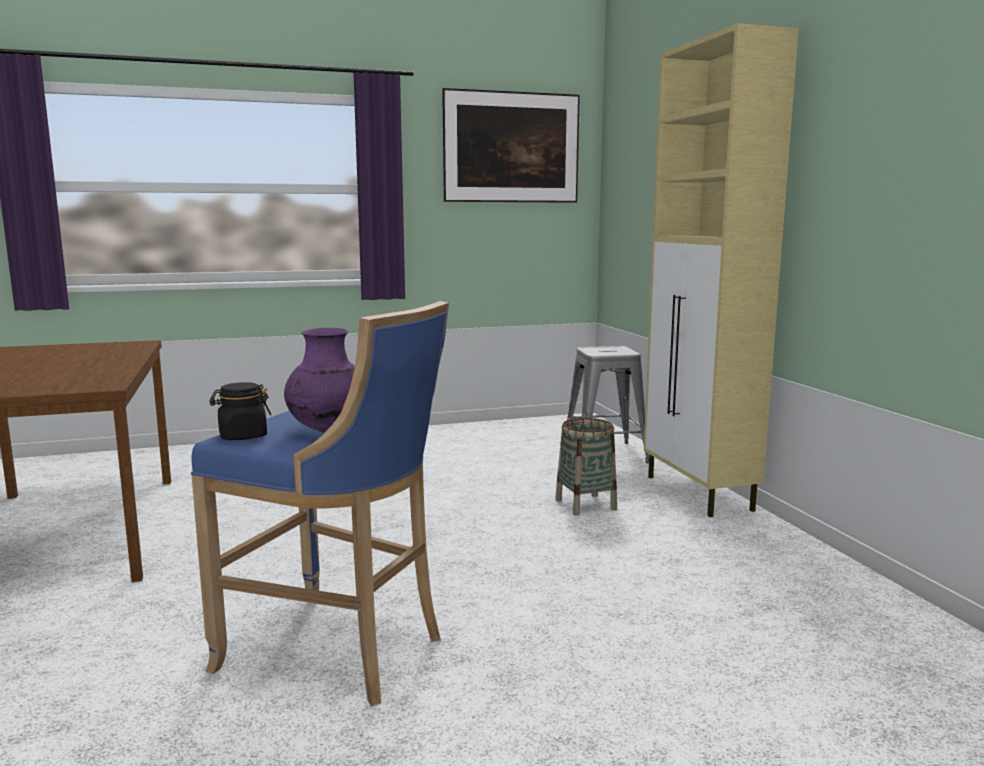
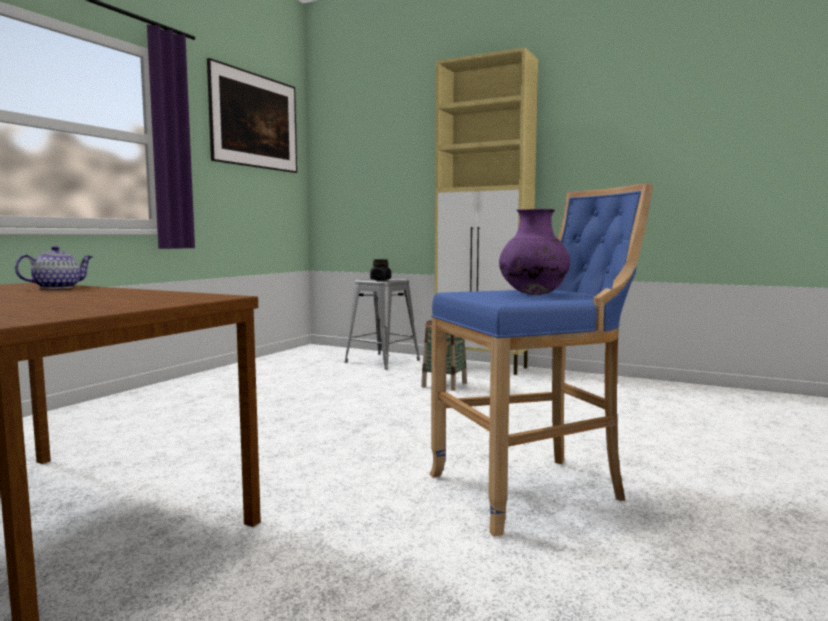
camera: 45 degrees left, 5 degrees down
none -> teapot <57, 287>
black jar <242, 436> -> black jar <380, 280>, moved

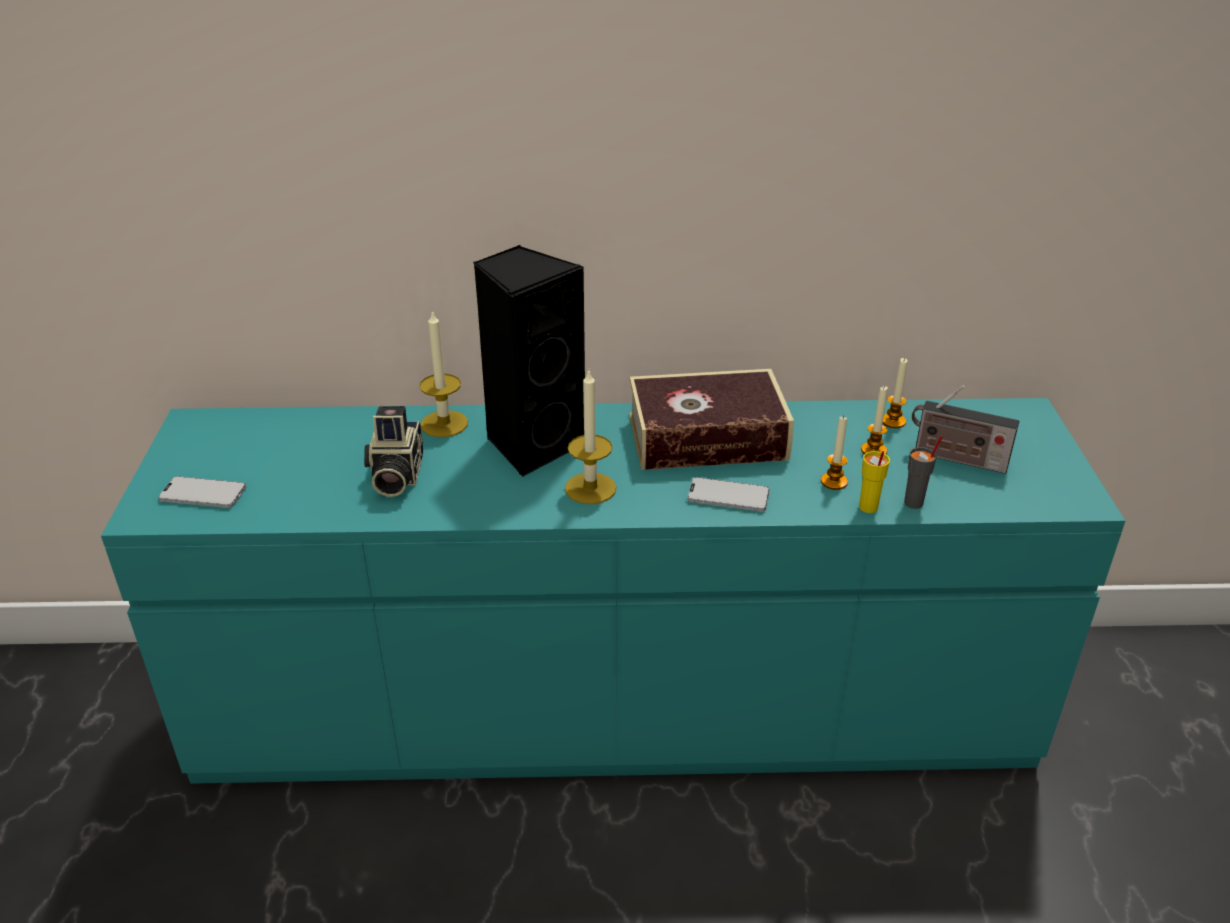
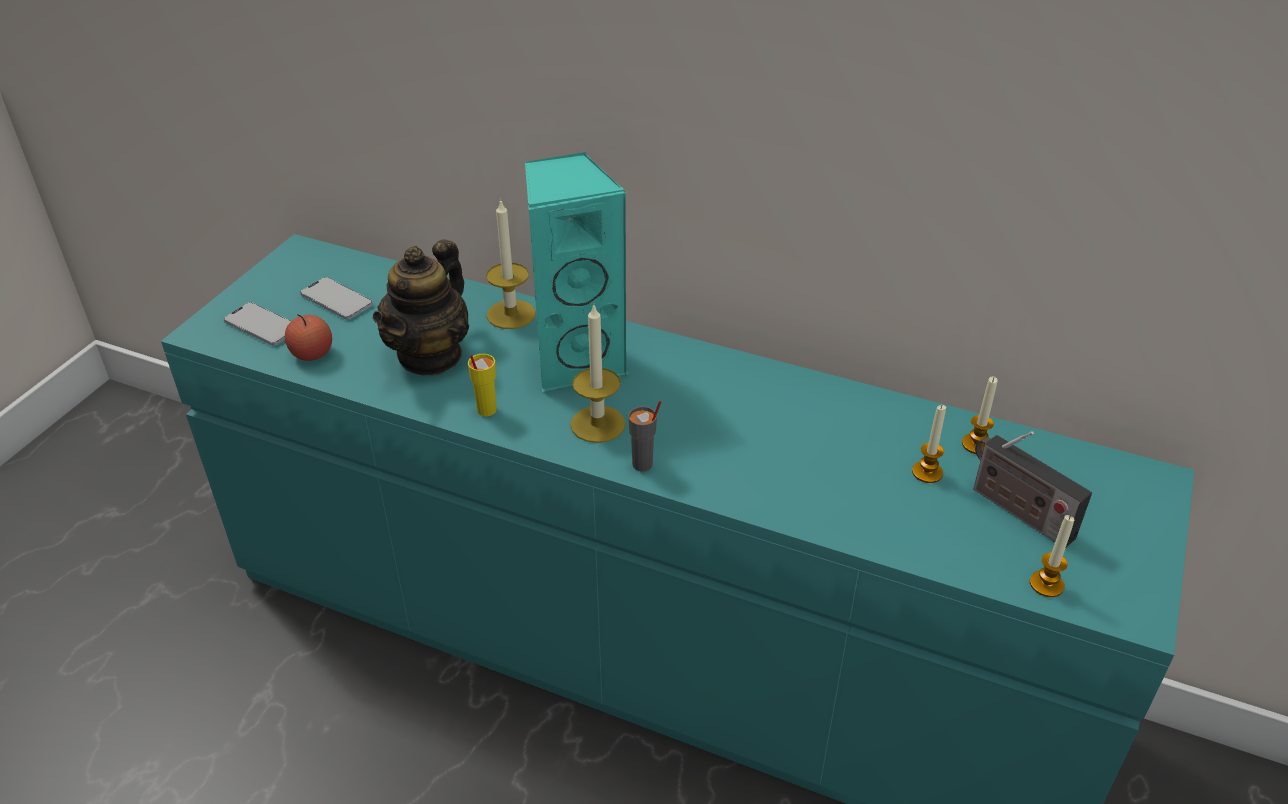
camera: 25 degrees right, 5 degrees up
none -> apple <312, 354>
phone <728, 496> -> phone <336, 300>, moved
photo camera <395, 475> -> teapot <430, 355>
yellow cup <868, 507> -> yellow cup <486, 410>, moved
black speaker <533, 445> -> turquoise speaker <576, 360>
grey cup <914, 503> -> grey cup <643, 465>, moved
candle <834, 482> -> candle <1046, 584>, moved
book <707, 437> -> none

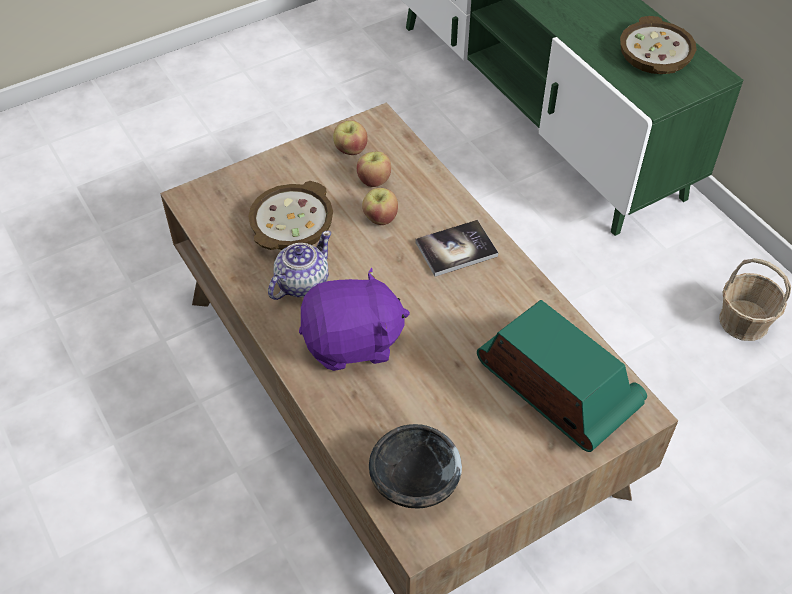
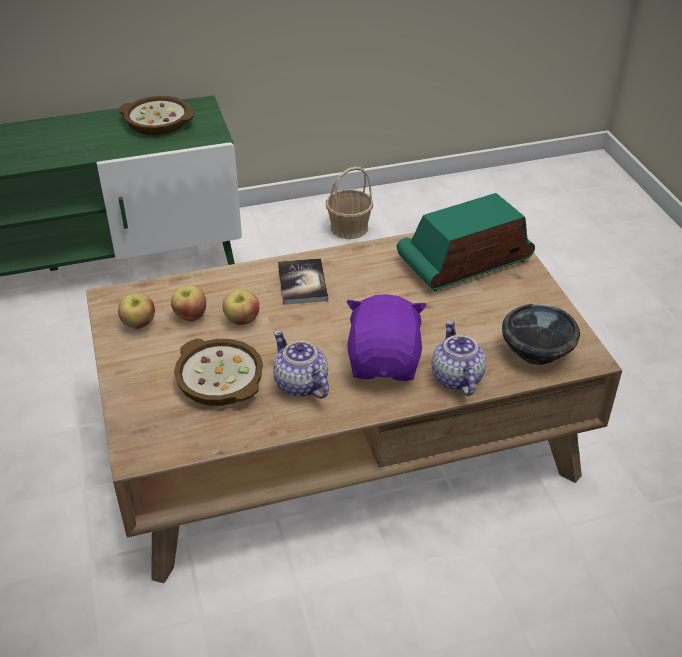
camera: 75 degrees left, 10 degrees down
none -> teapot <456, 377>

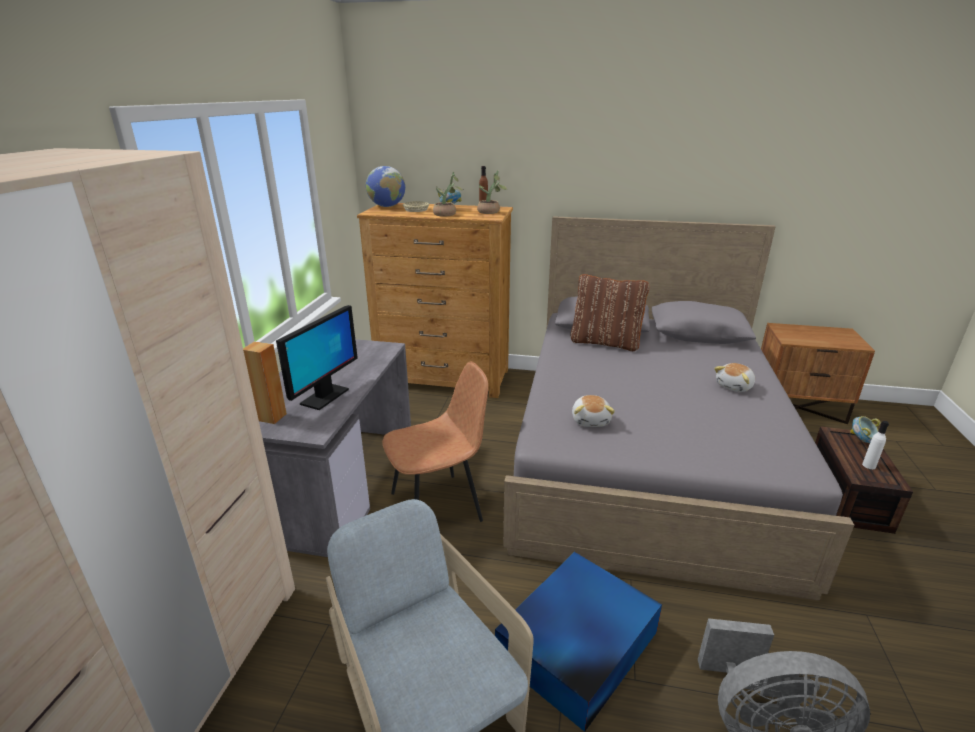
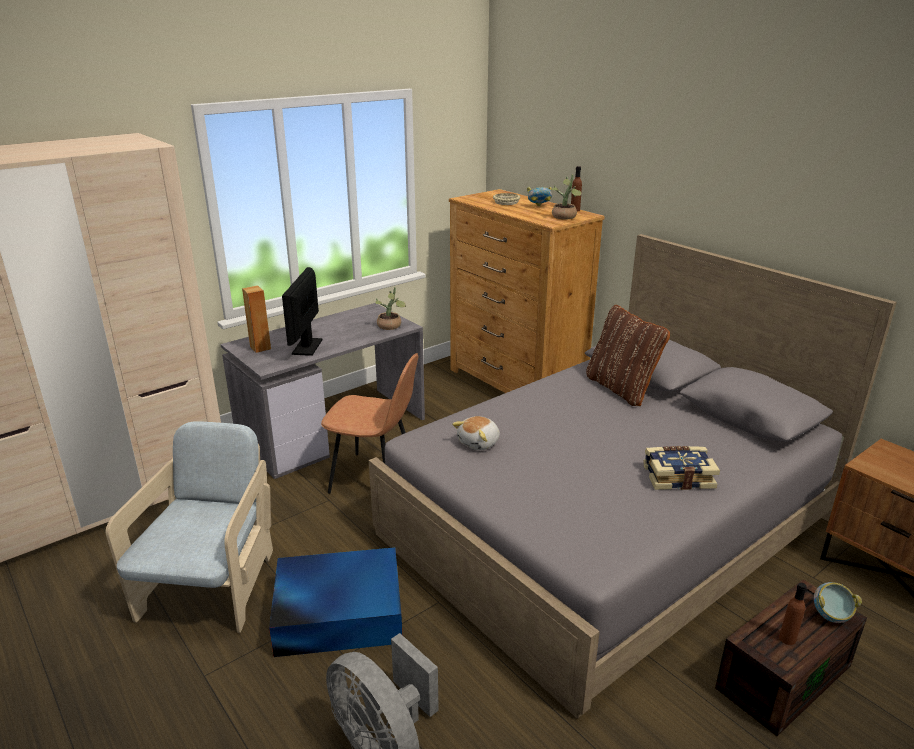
camera: 40 degrees right, 0 degrees up
monitor <324, 397> -> monitor <307, 347>, 120 degrees clockwise
potted plant <447, 214> -> potted plant <391, 327>, moved
plush toy <735, 386> -> book <678, 476>
white bottle <869, 465> -> brown bottle <787, 639>
globe <387, 206> -> none

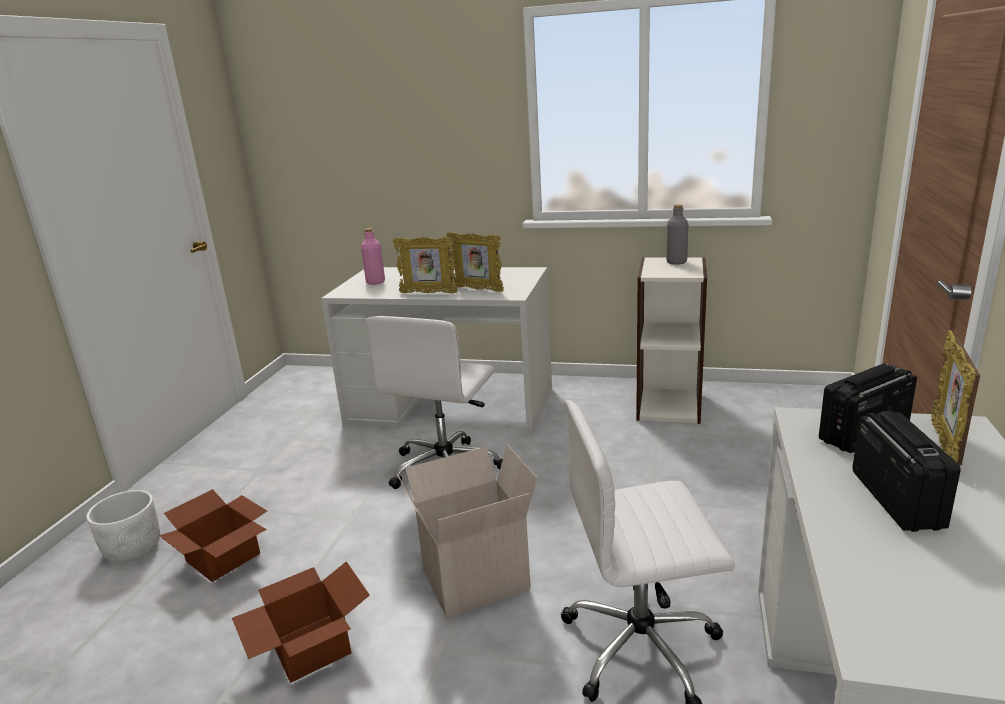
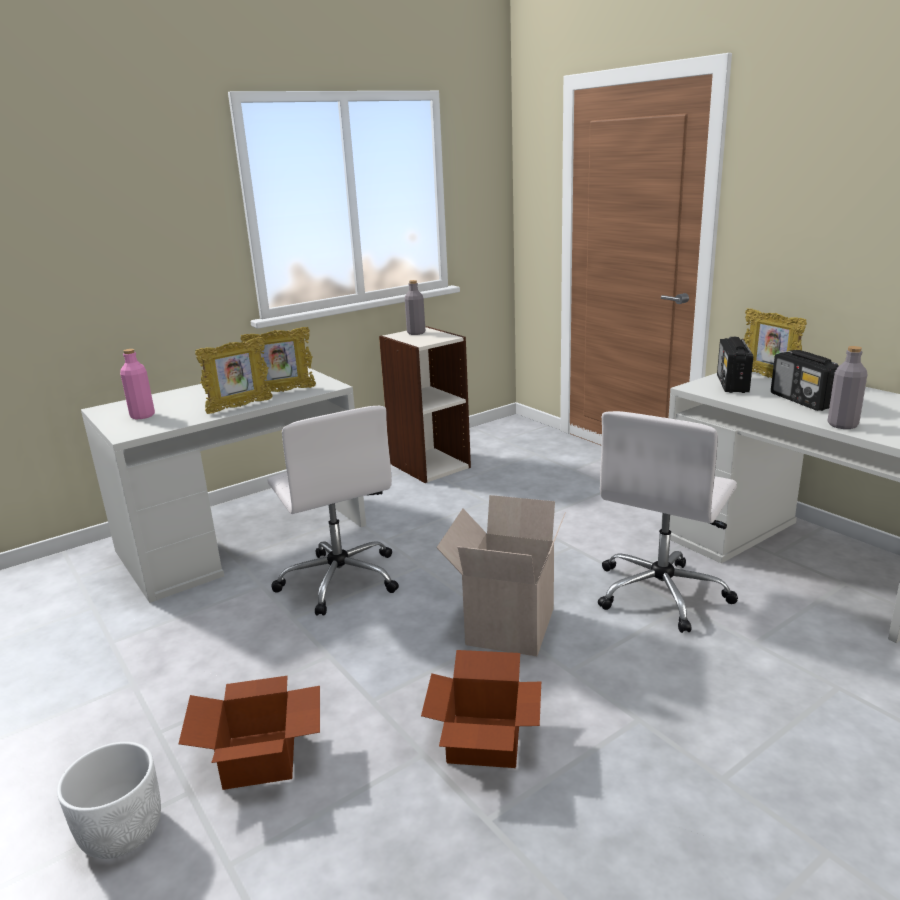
camera: 50 degrees left, 0 degrees up
radio <895, 498> -> radio <803, 401>, 150 degrees counterclockwise
none -> grey bottle <842, 425>

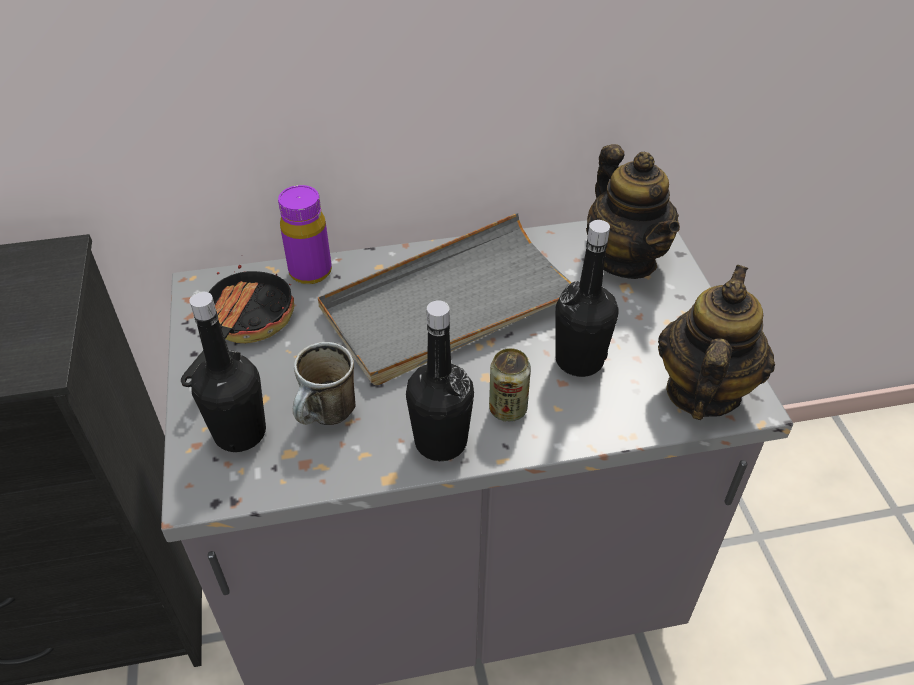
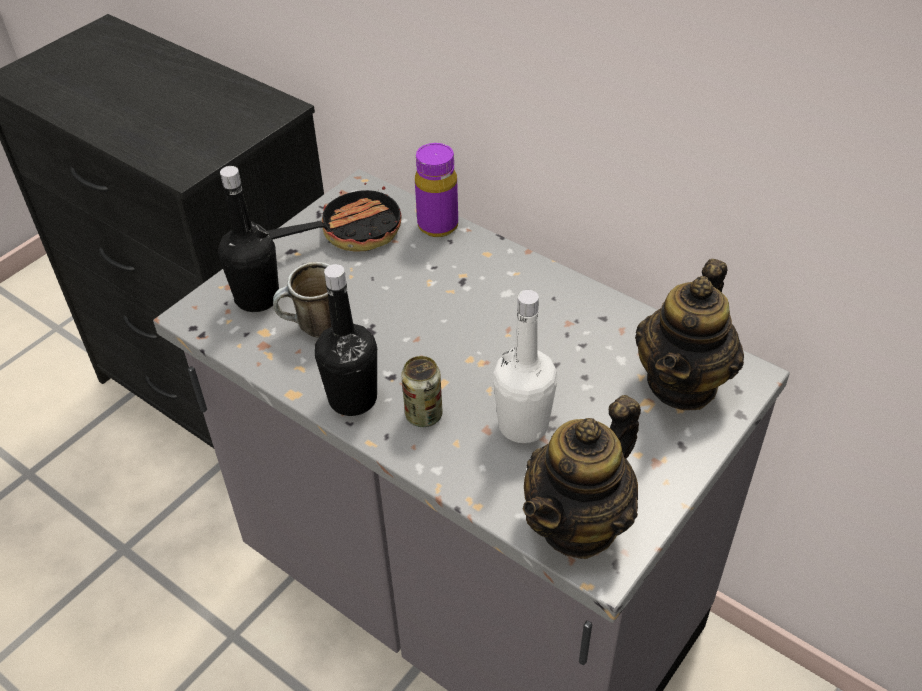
camera: 50 degrees right, 0 degrees up
black bottle <579, 360> -> white bottle <523, 425>
teapot <702, 391> -> teapot <579, 523>, 150 degrees clockwise
grey tray <452, 305> -> none

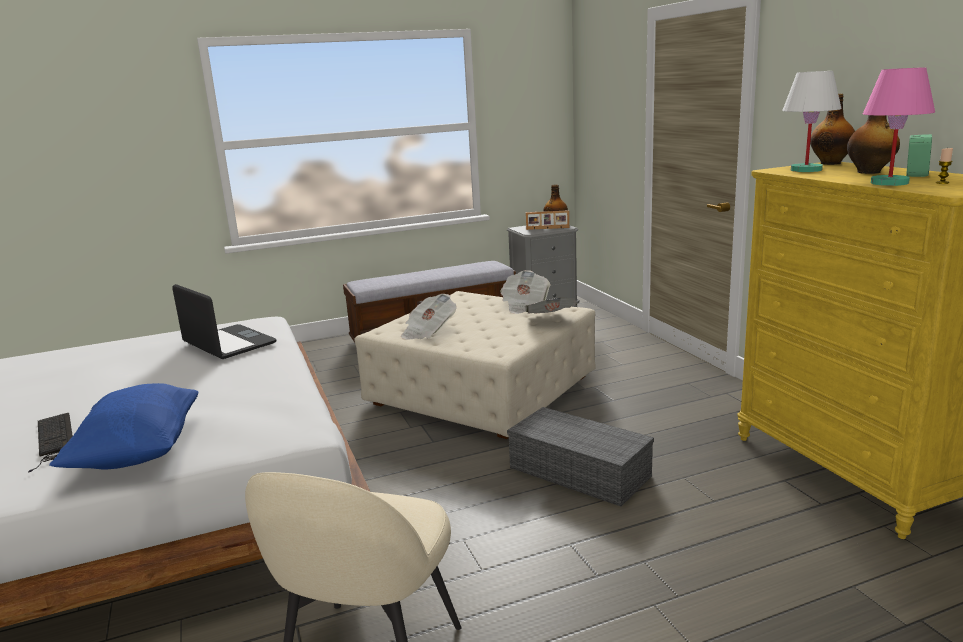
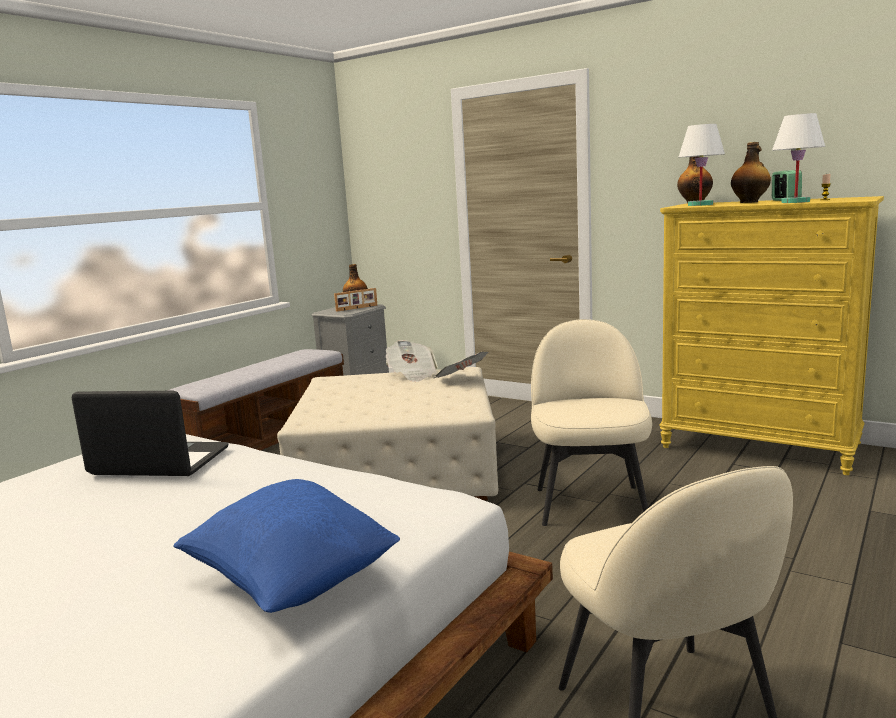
camera: 35 degrees left, 5 degrees down
grey storage box <581, 472> -> beige chair <590, 503>
pink table lamp <888, 183> -> white table lamp <794, 202>
keyboard <53, 439> -> none
newspaper <428, 332> -> none

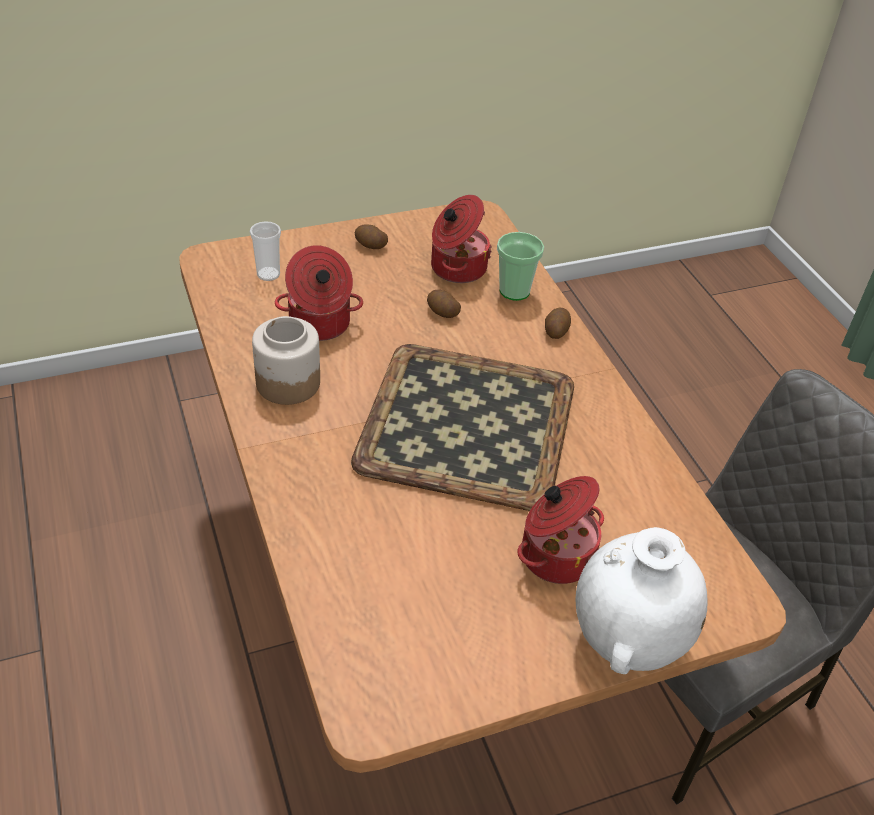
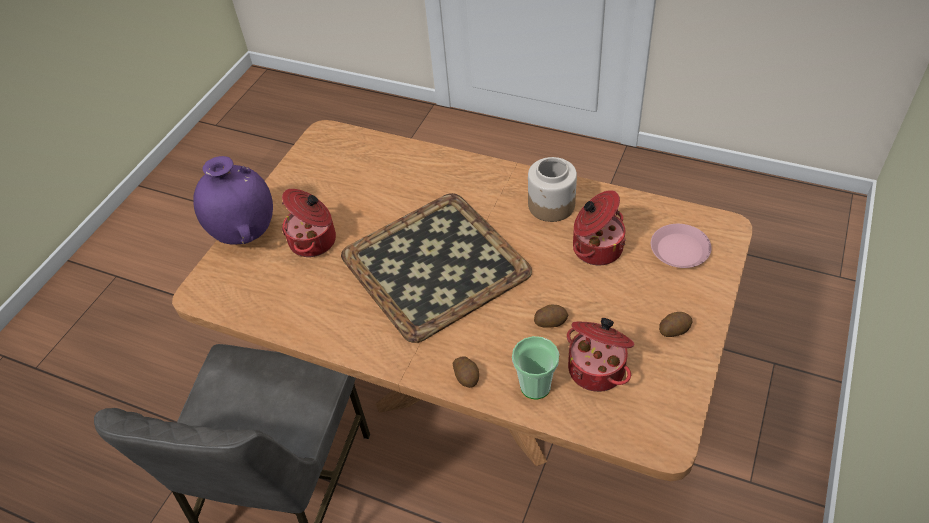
camera: 140 degrees right, 5 degrees up
white vase <627, 642> -> purple vase <245, 232>
cup <268, 274> -> pink plate <679, 250>

